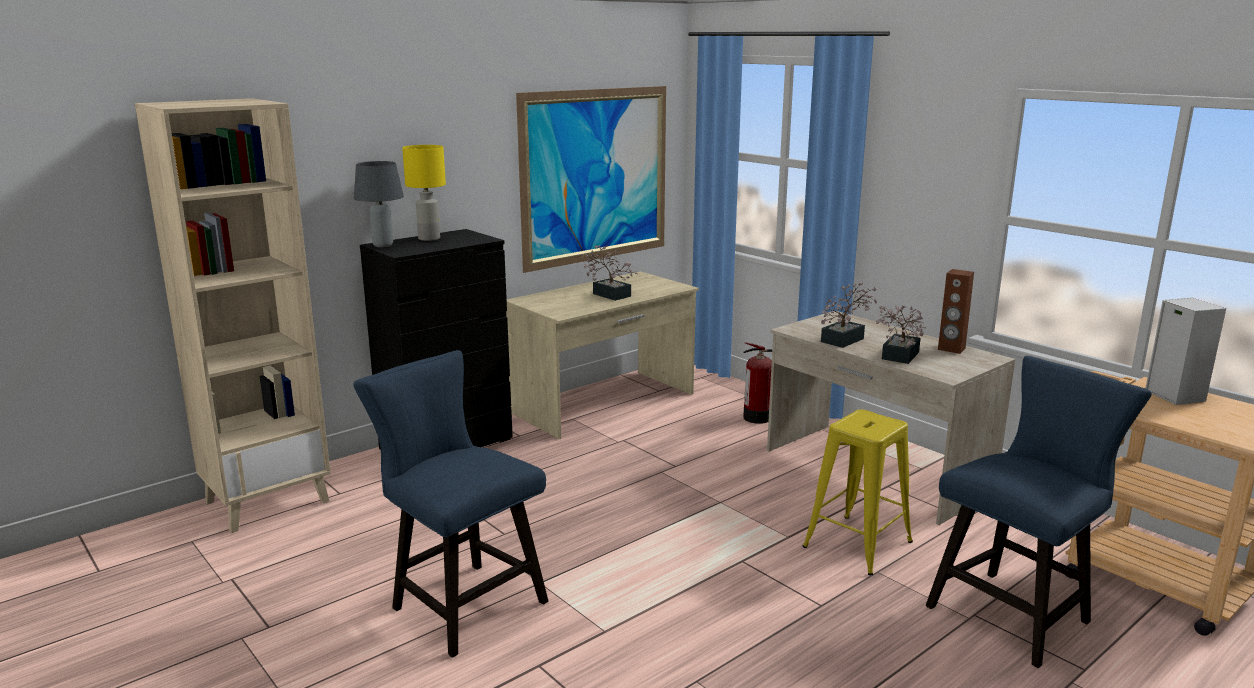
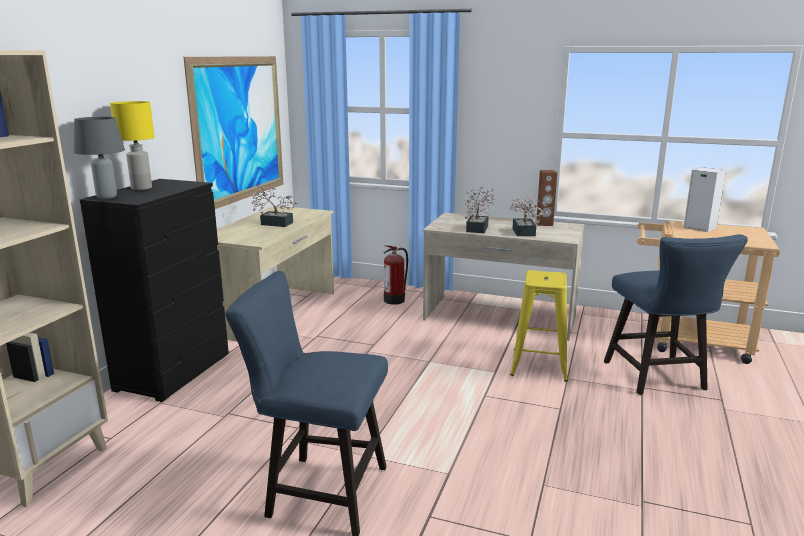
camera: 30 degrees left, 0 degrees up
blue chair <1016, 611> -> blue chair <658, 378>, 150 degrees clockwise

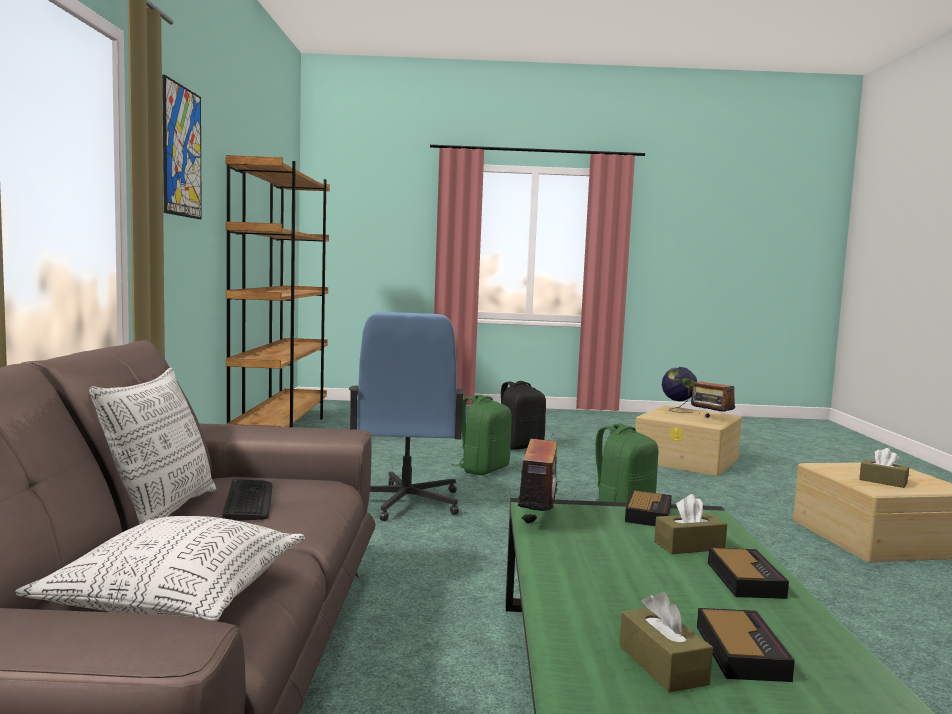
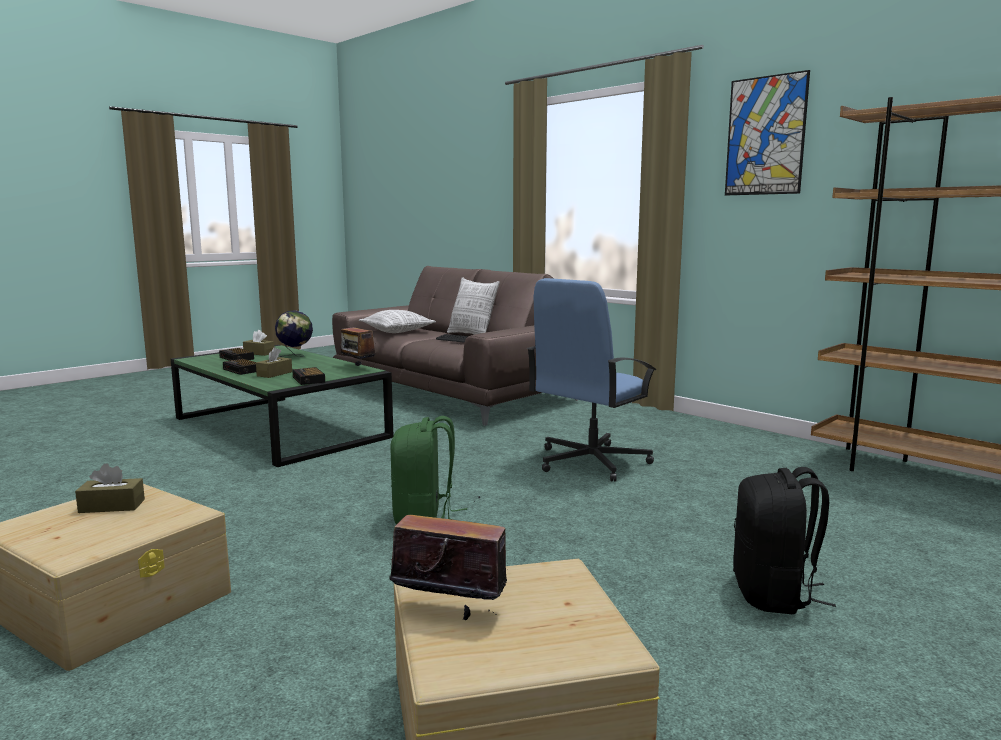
camera: 135 degrees right, 5 degrees up
globe <677, 410> -> globe <295, 356>, moved
blue office chair <404, 502> -> blue office chair <590, 462>, 90 degrees counterclockwise
green backpack <483, 469> -> none

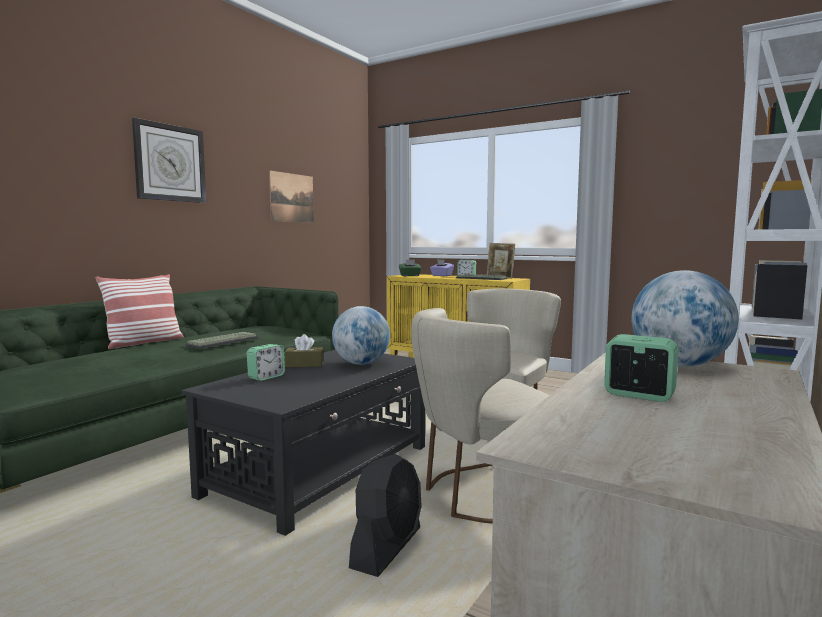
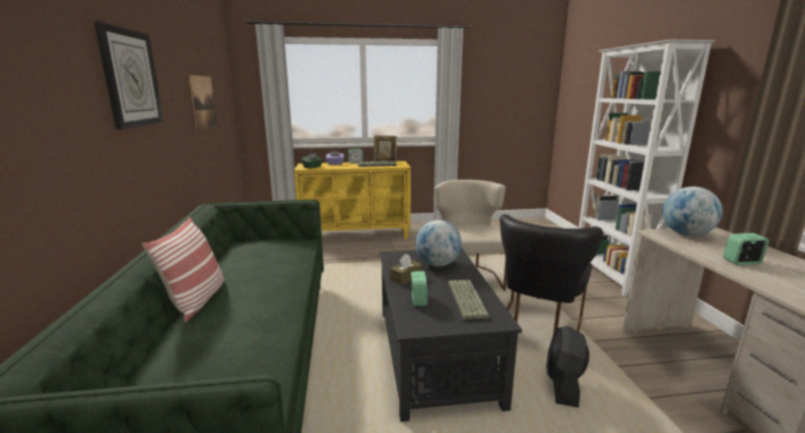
camera: 40 degrees left, 10 degrees up
keyboard <223, 341> -> keyboard <465, 300>, moved
beige chair <482, 494> -> black chair <538, 327>
black fan <387, 548> -> black fan <563, 385>, 150 degrees counterclockwise

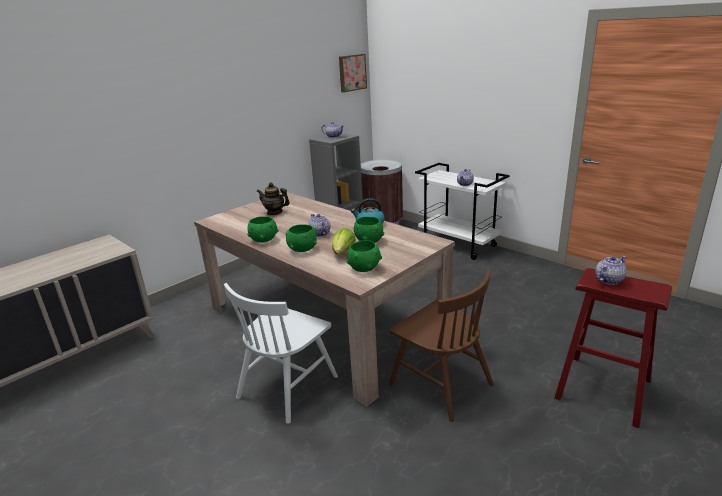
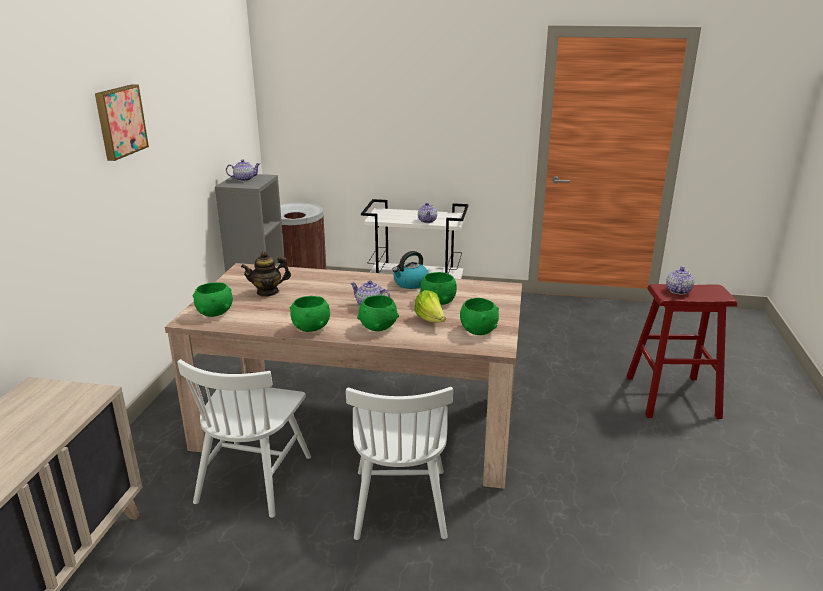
camera: 35 degrees left, 0 degrees up
picture <351, 72> -> picture <119, 121>, moved
none -> white chair <254, 478>
none -> green bowl <215, 313>
brown chair <440, 384> -> none

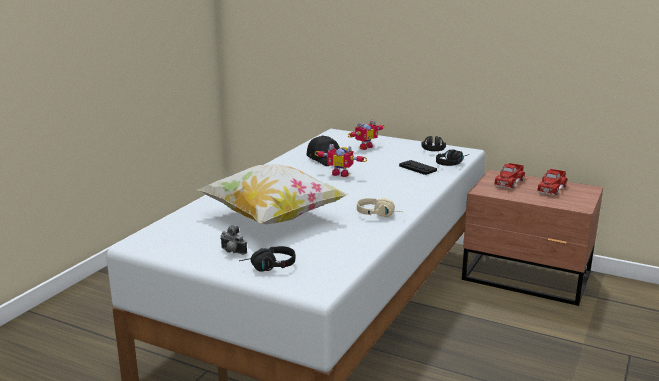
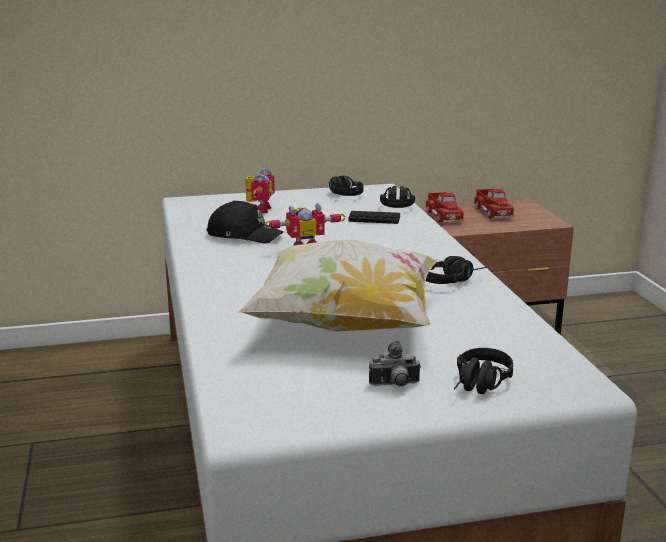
camera: 40 degrees left, 0 degrees up
beige headphones <379, 214> -> black headphones <452, 280>

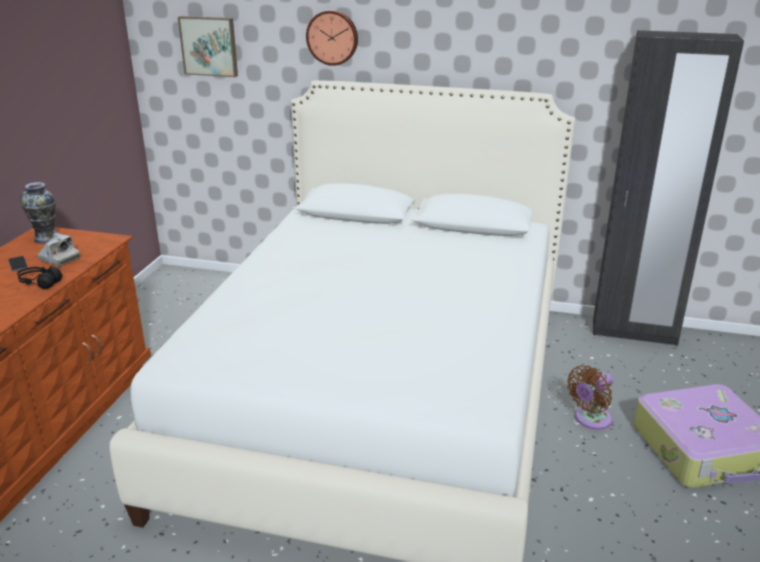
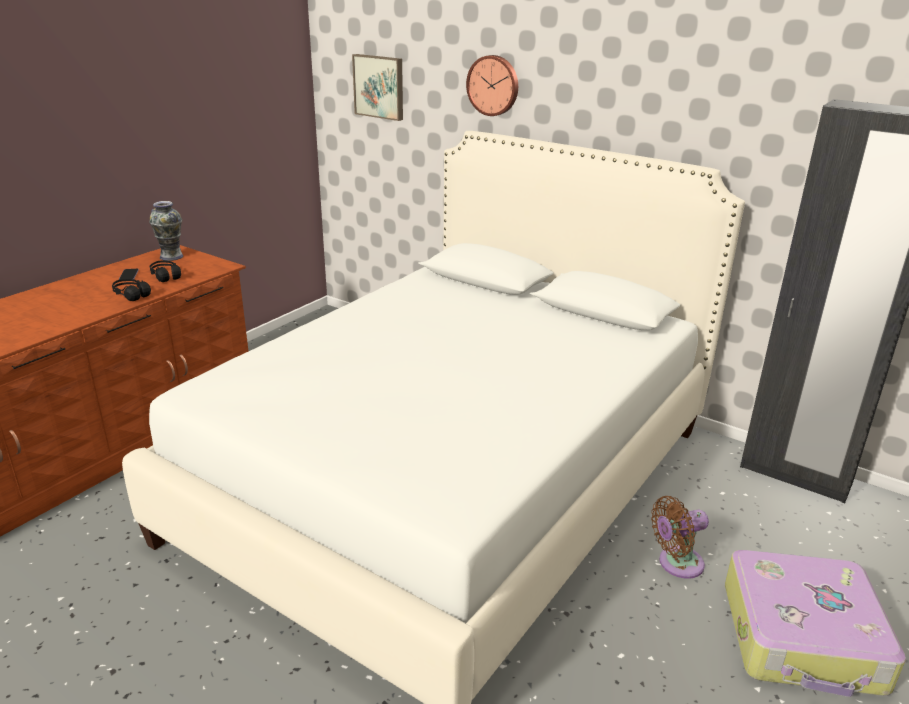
camera: 20 degrees right, 0 degrees up
photo camera <59, 259> -> black headphones <165, 276>

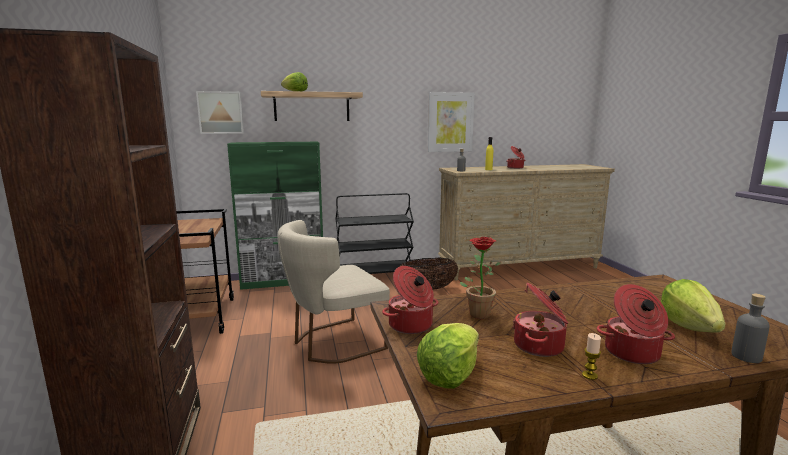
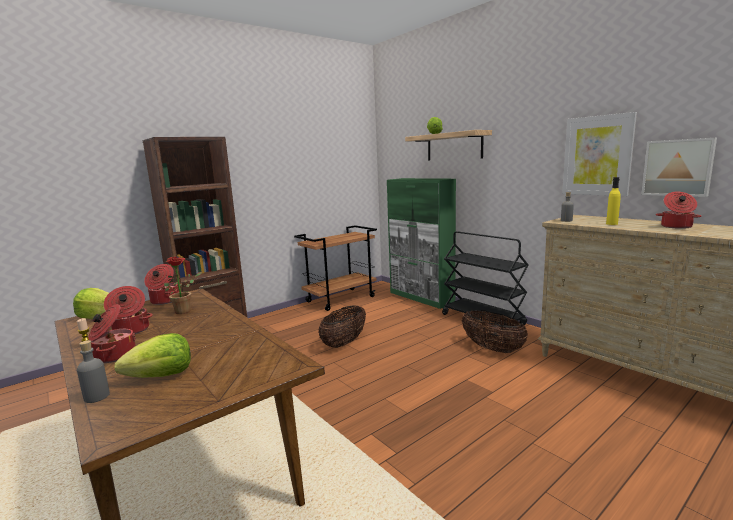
camera: 65 degrees right, 0 degrees up
beige chair <333, 343> -> basket <344, 342>
picture <220, 112> -> picture <677, 167>, moved

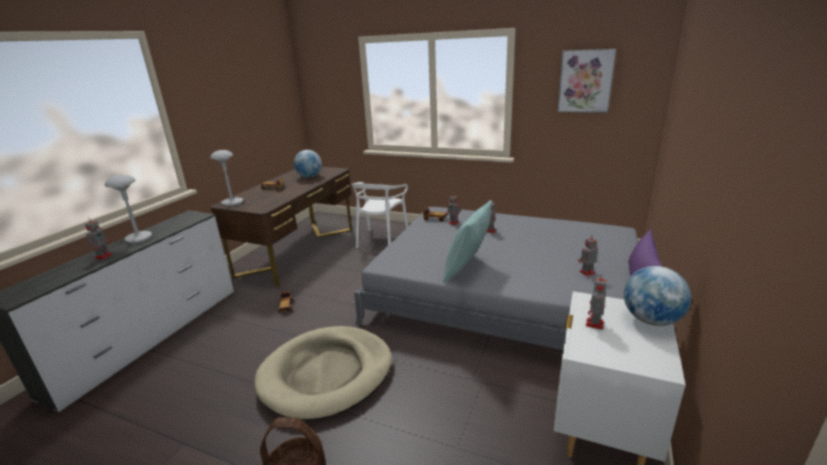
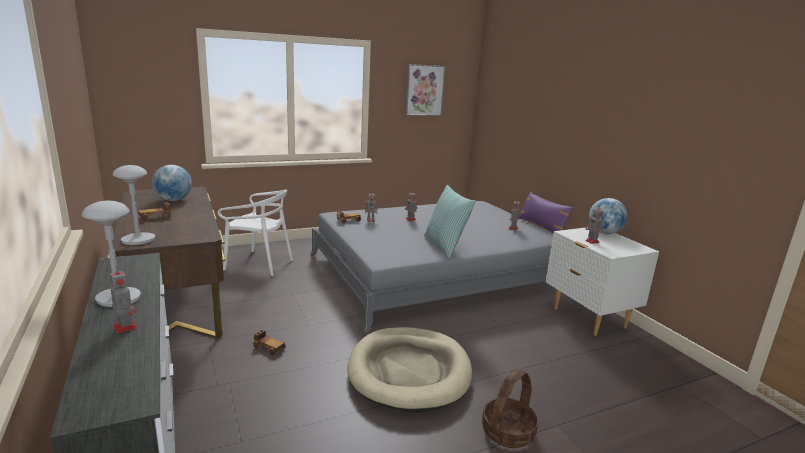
camera: 50 degrees left, 5 degrees down
white chair <381, 240> -> white chair <259, 264>, 45 degrees counterclockwise

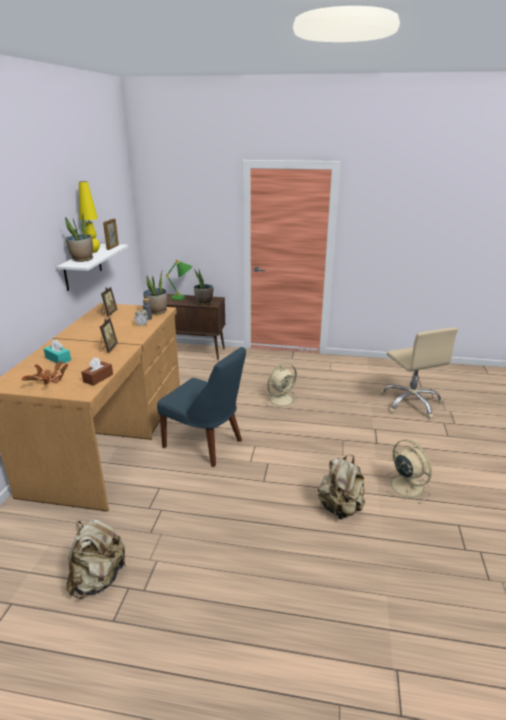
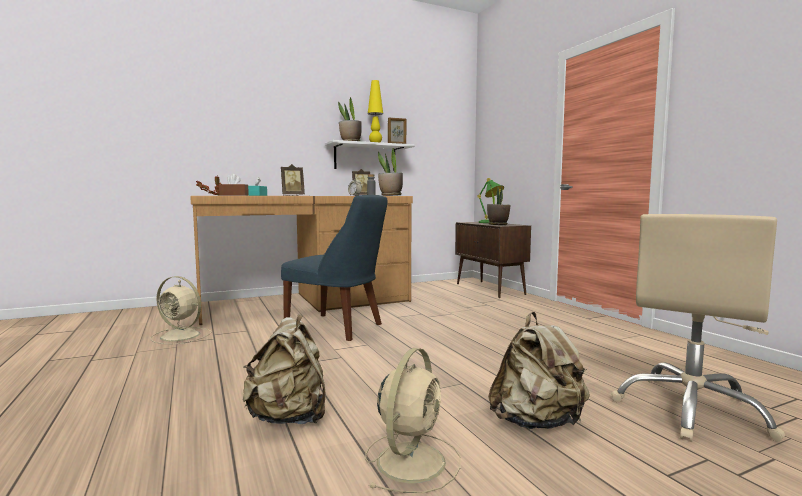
camera: 55 degrees right, 20 degrees down
beige fan <282, 399> -> beige fan <181, 336>, moved
blue chair <206, 445> -> blue chair <338, 328>, 60 degrees counterclockwise
beige backpack <98, 578> -> beige backpack <537, 422>, moved

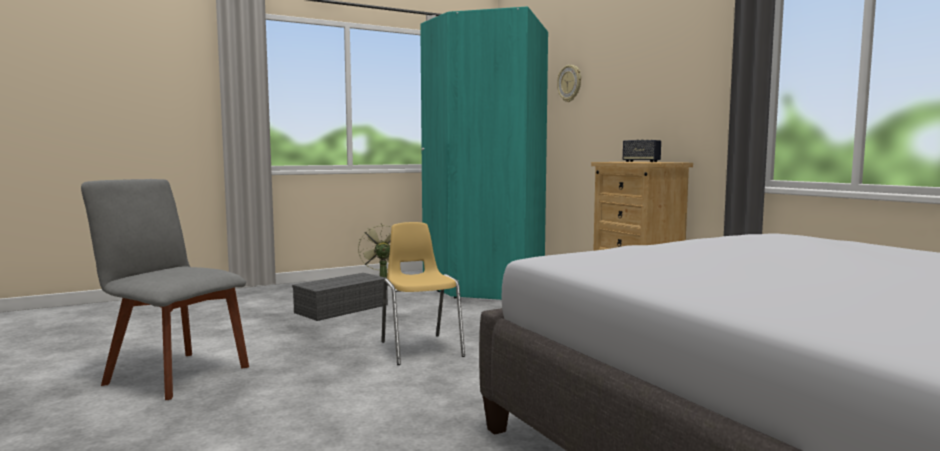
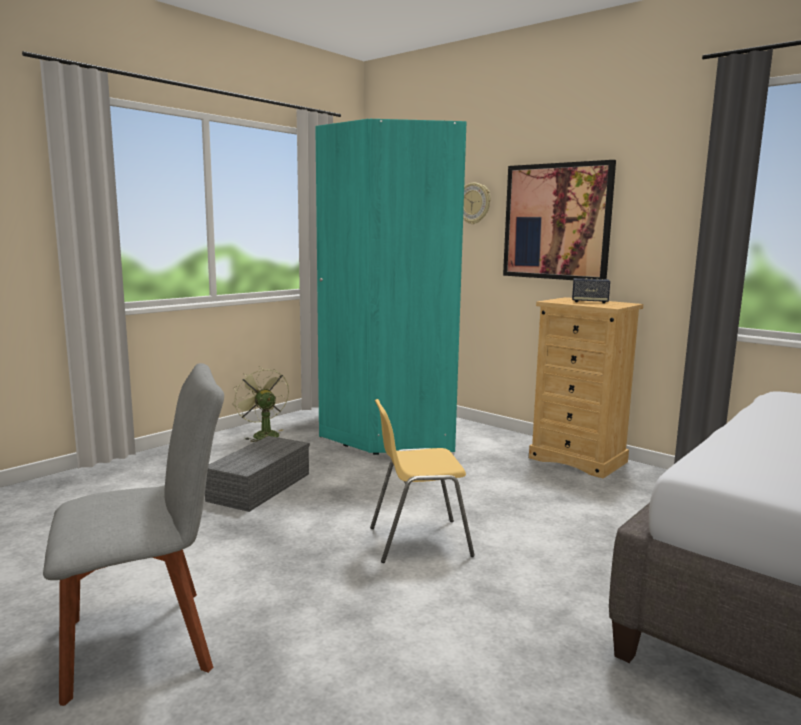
camera: 20 degrees left, 5 degrees up
grey chair <173, 374> -> grey chair <147, 641>, 150 degrees clockwise
yellow chair <420, 349> -> yellow chair <418, 541>, 60 degrees counterclockwise
none -> picture <556, 222>

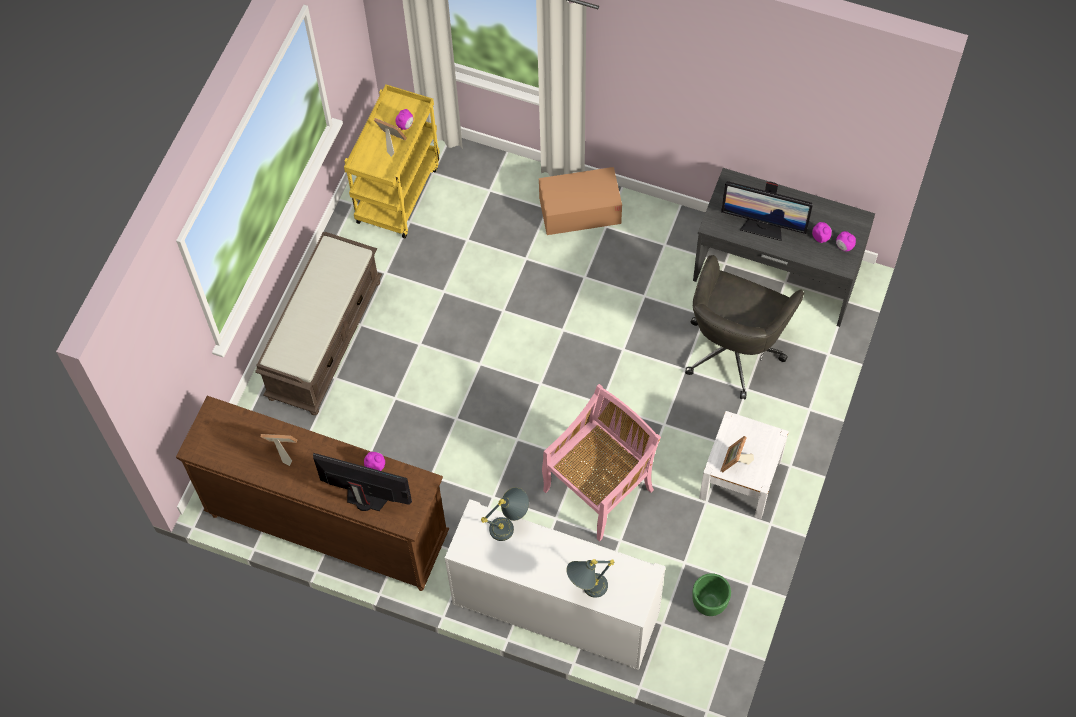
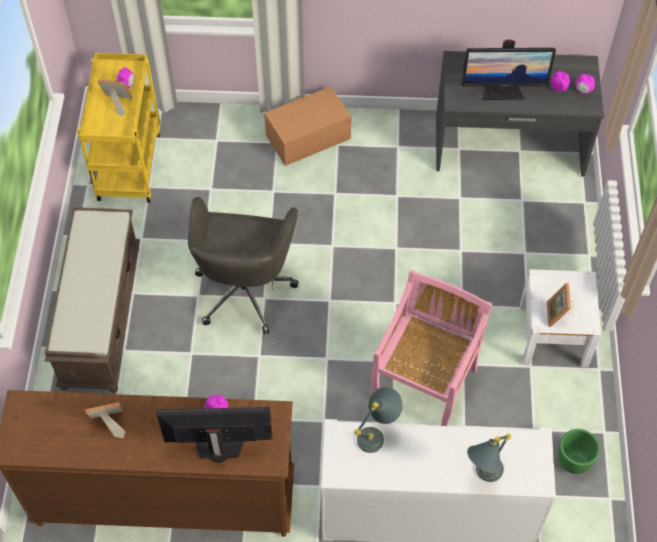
camera: 20 degrees left, 5 degrees down
grey office chair <734, 349> -> grey office chair <245, 288>, moved

